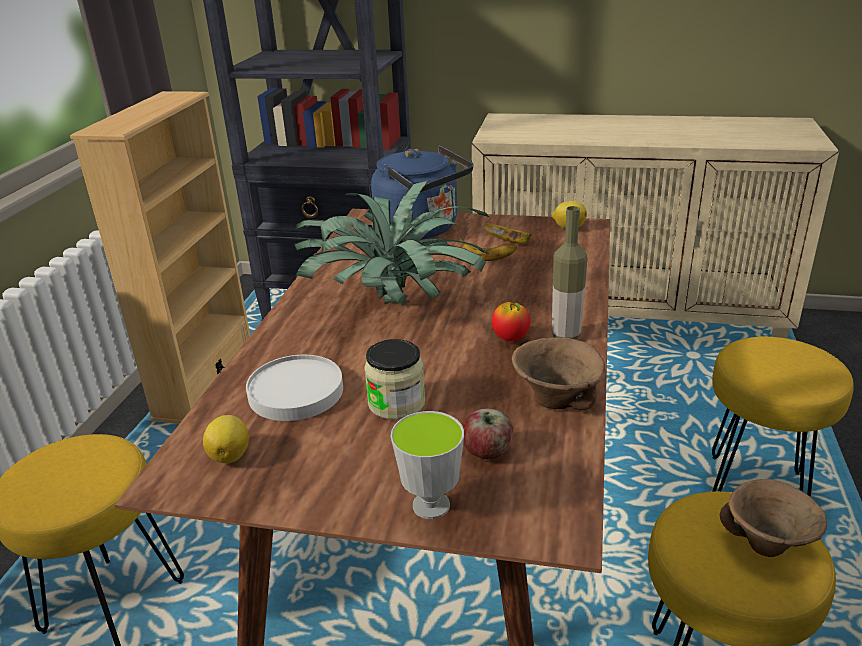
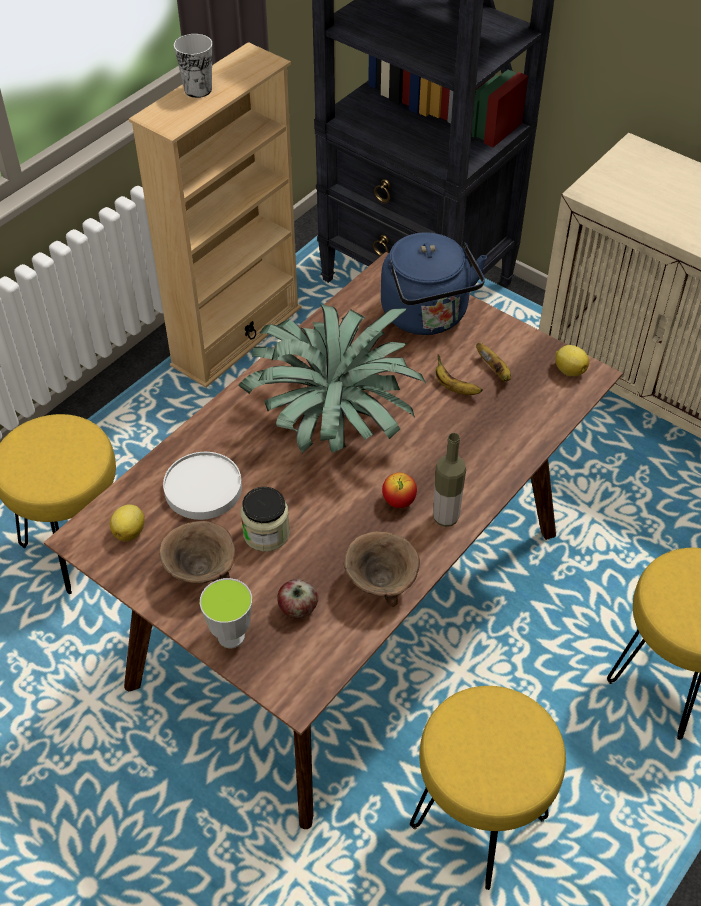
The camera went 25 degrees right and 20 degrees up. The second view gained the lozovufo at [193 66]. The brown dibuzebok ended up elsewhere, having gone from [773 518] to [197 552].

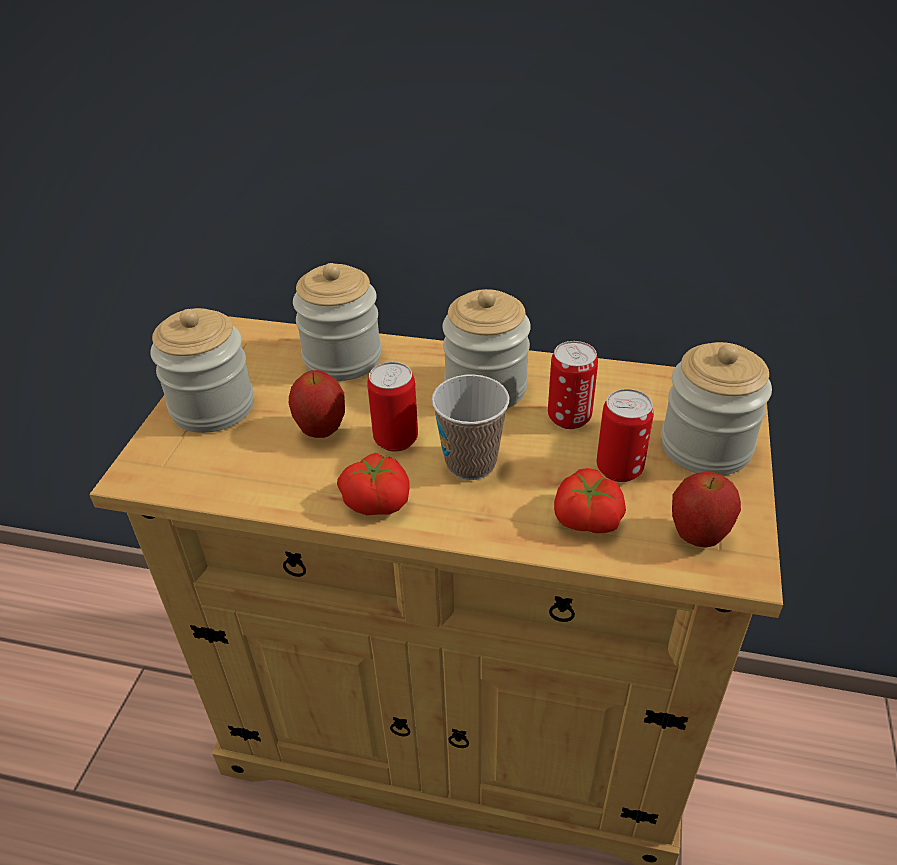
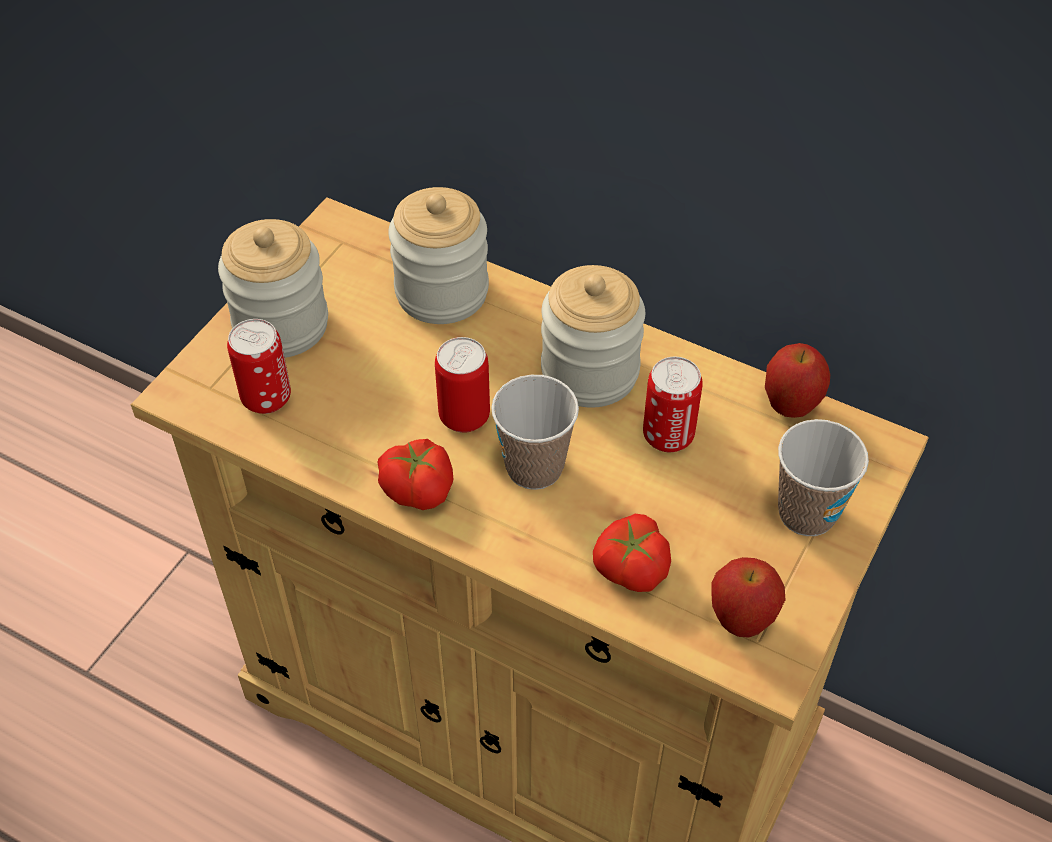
The camera went 15 degrees right and 10 degrees up. The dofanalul ended up elsewhere, having gone from [317 404] to [797 380]. The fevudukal ended up elsewhere, having gone from [625 435] to [259 366]. Where the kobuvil stood at [716 409], the lozovufo came to stand at [823 477].

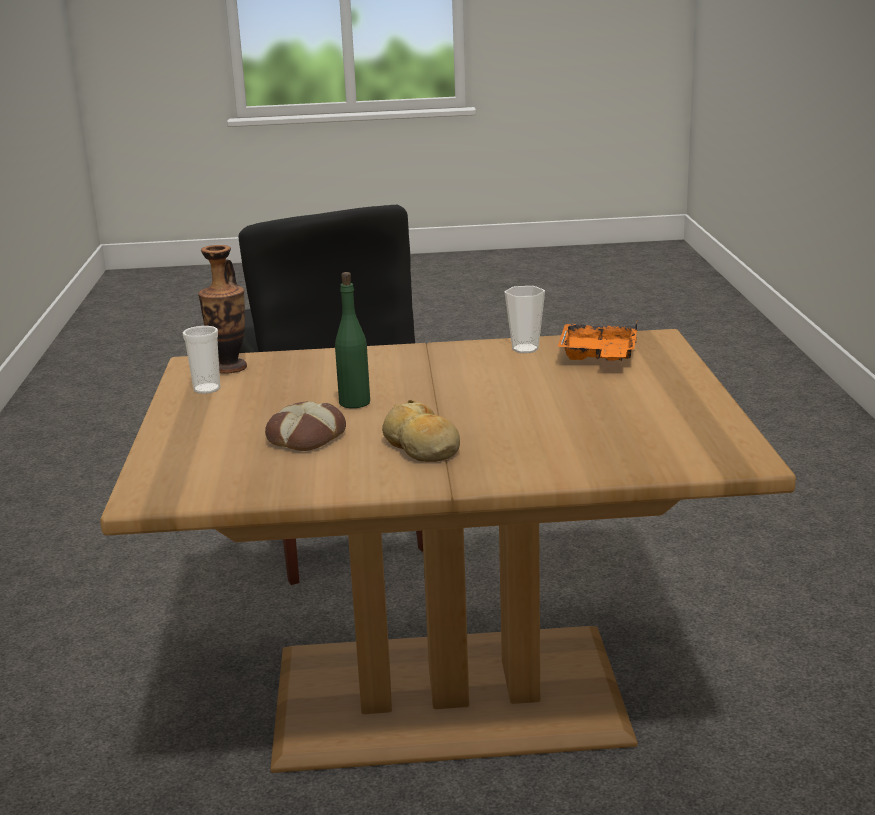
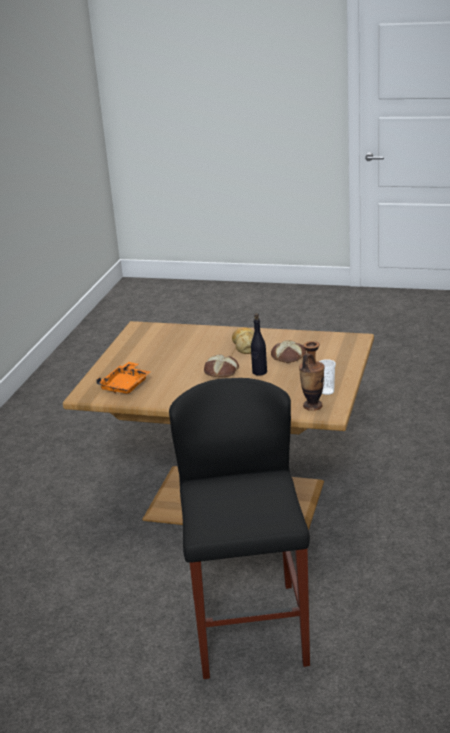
The camera went 160 degrees left and 5 degrees up. The second view lost the lozovufo at [525 319]. The second view gained the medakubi at [221 365]. What was the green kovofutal at [352 340] turned into the black kovofutal at [259 344].

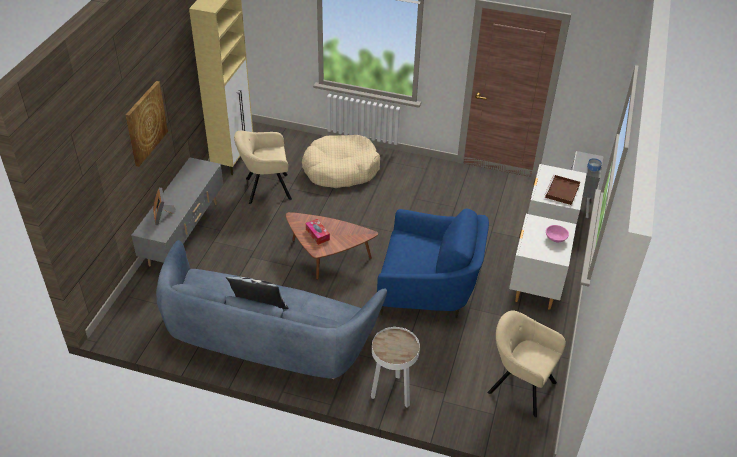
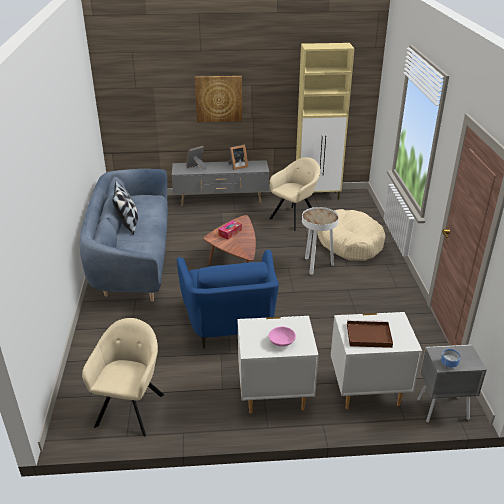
The camera went 70 degrees right and 10 degrees down. The second view gained the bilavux at [238 157]. The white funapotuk ended up elsewhere, having gone from [395 367] to [320 241]. The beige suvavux at [263 167] ended up facing another way, 75 degrees clockwise from before.

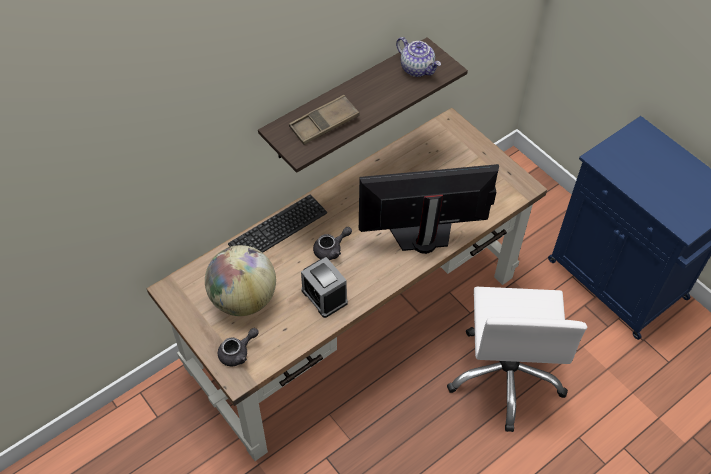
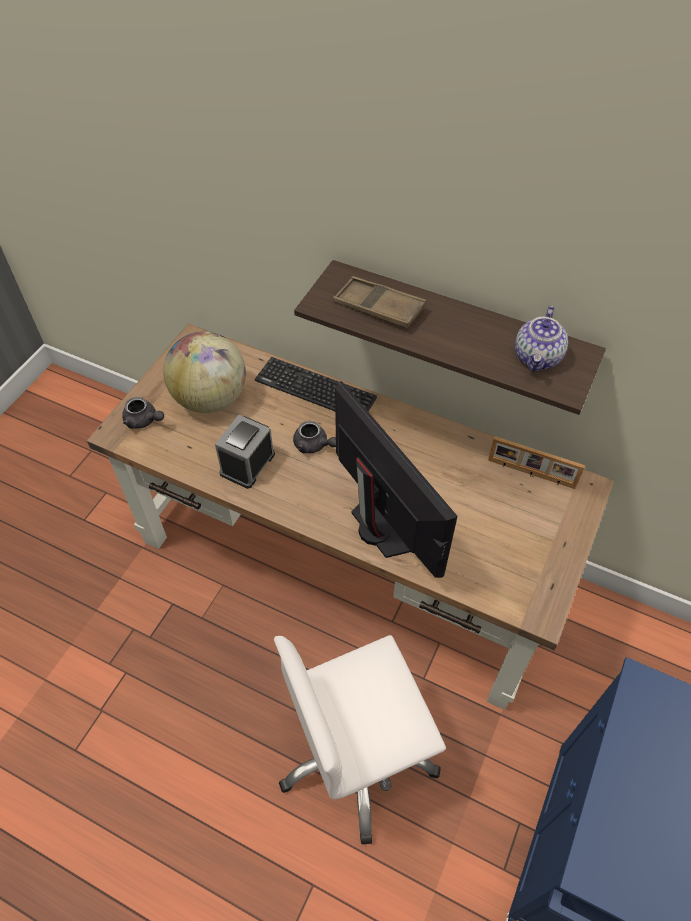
The camera went 65 degrees right and 0 degrees up. The second view gained the bilavux at [536 462].

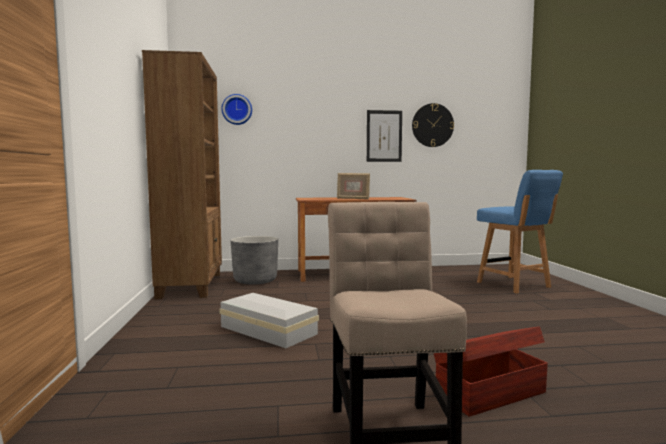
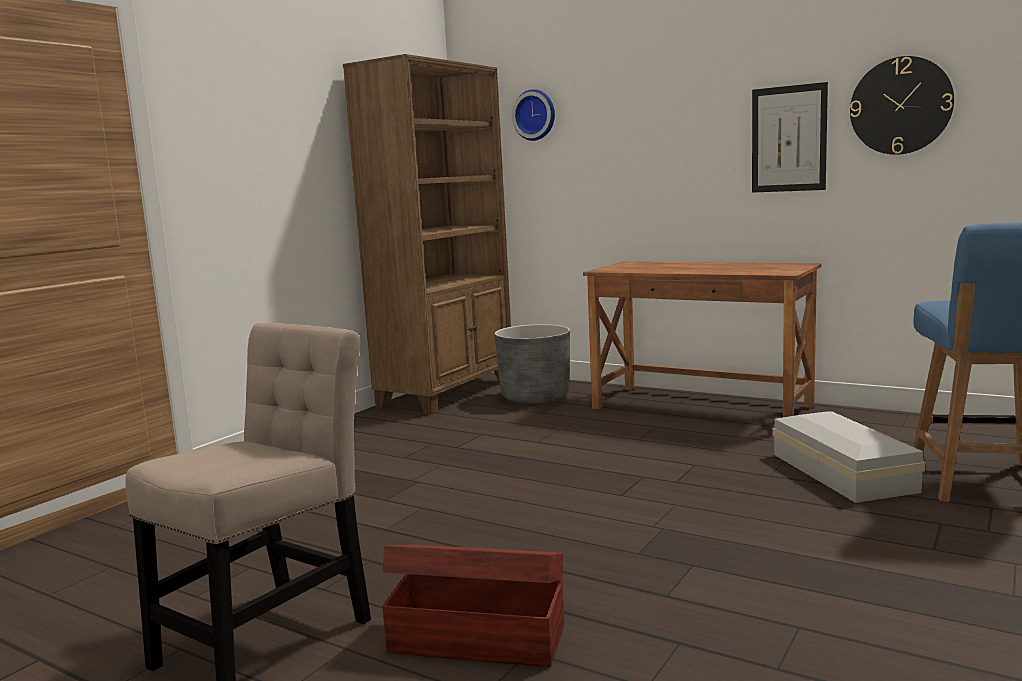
The camera went 40 degrees right and 5 degrees up. The second view lost the bilavux at [353 186]. The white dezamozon ended up elsewhere, having gone from [269 320] to [848 457].

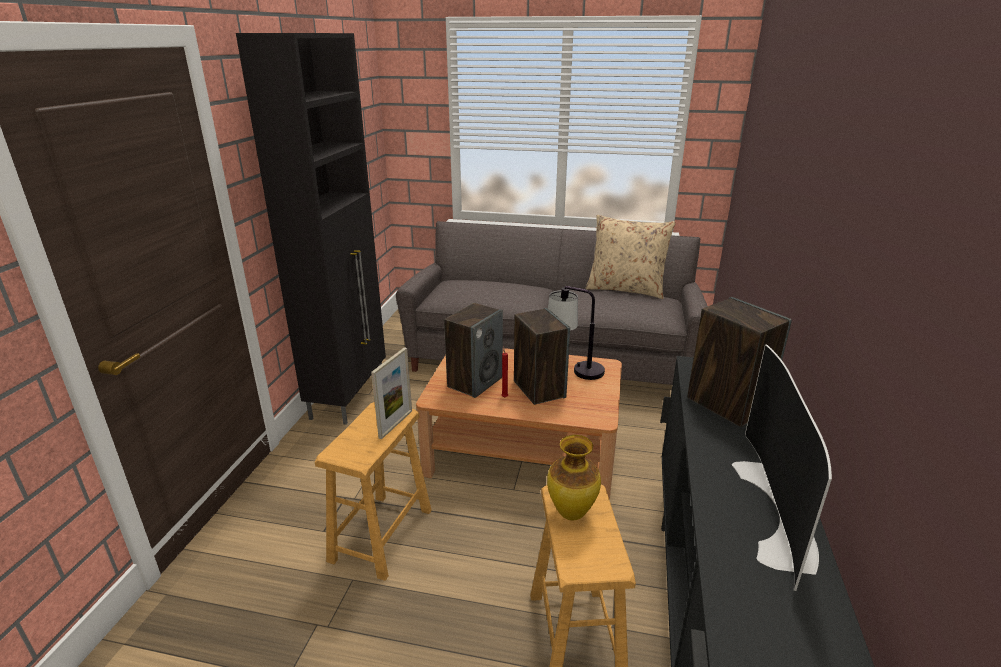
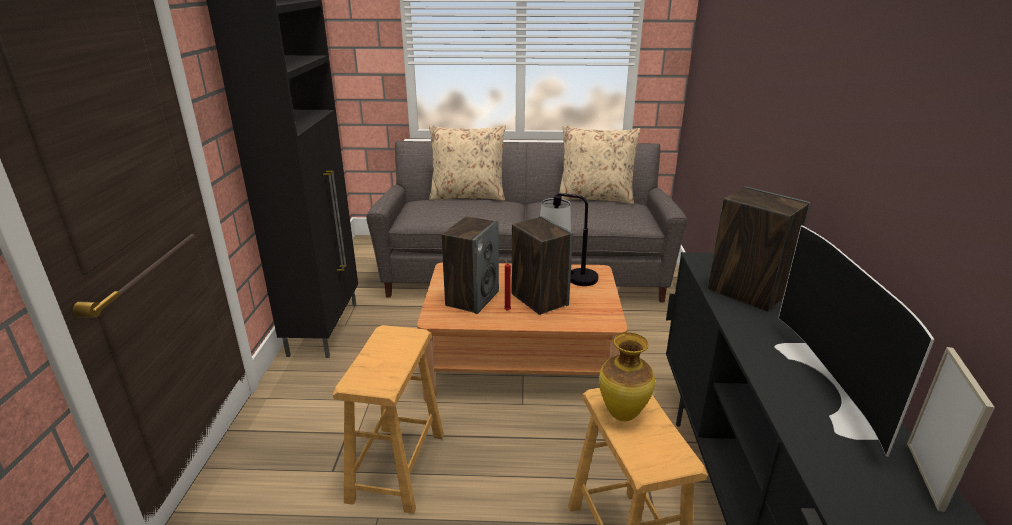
The camera went 10 degrees left and 0 degrees up. The second view gained the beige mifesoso at [467 163]. The bilavux ended up elsewhere, having gone from [391 393] to [951 429].

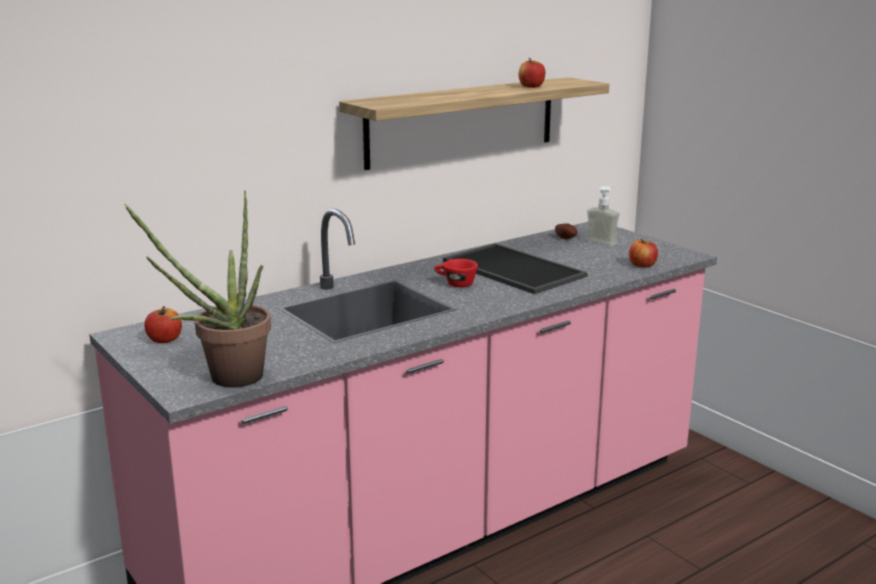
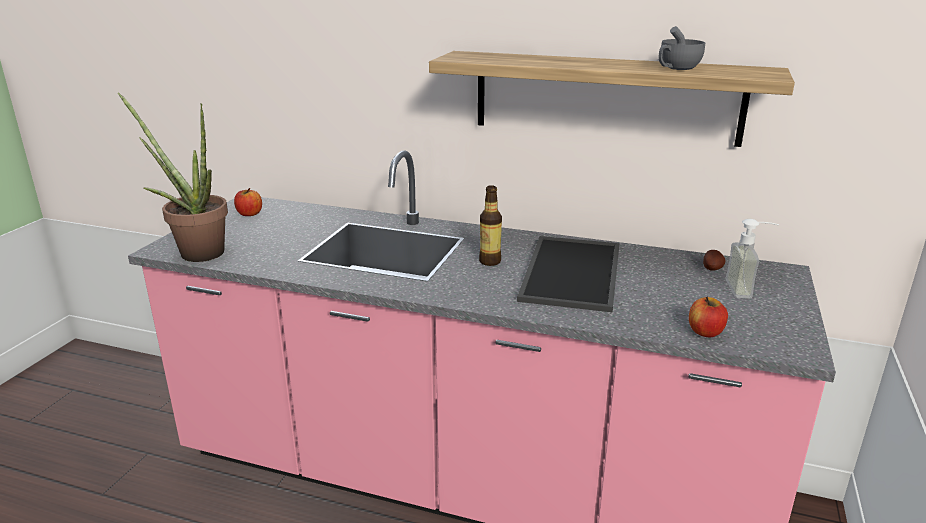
The camera went 55 degrees right and 5 degrees up. Where the red lozovufo stood at [456 273], the kovofutal came to stand at [490 225]. Where the dofanalul stood at [531 73], the grey lozovufo came to stand at [682 48].

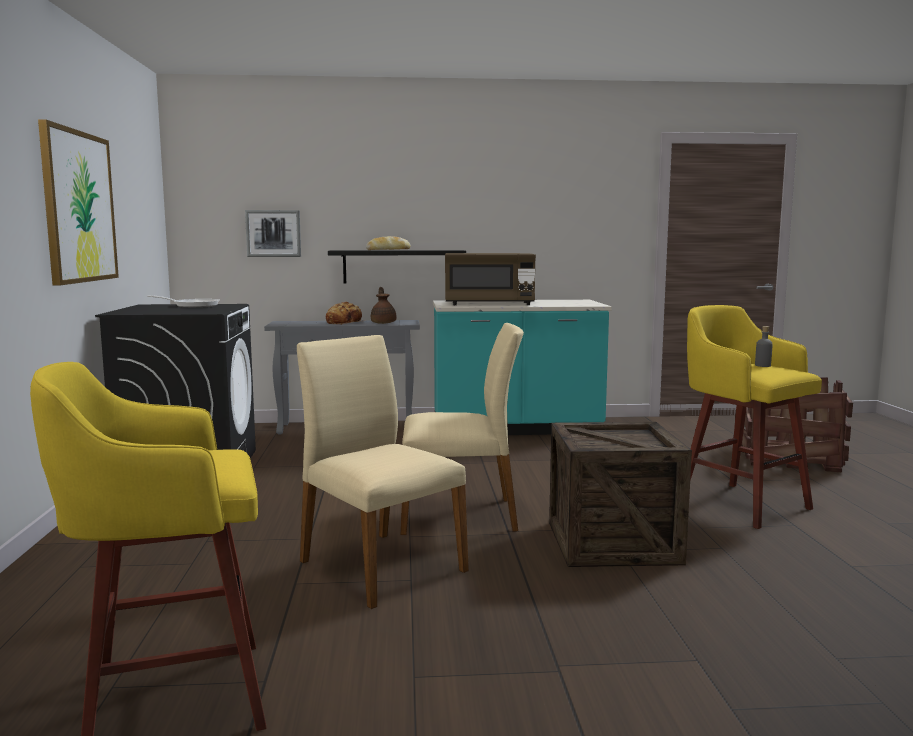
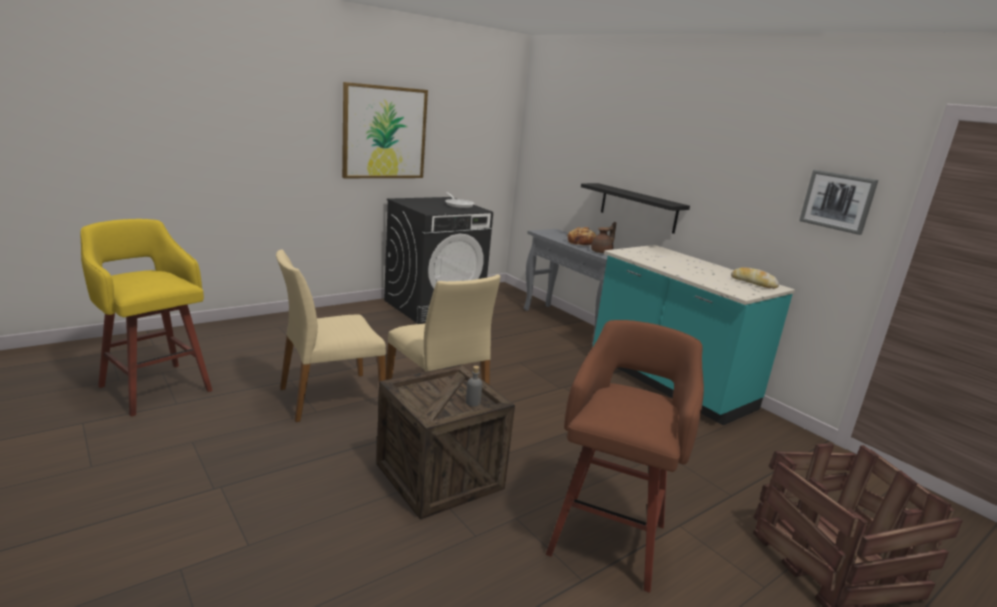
The camera went 55 degrees right and 10 degrees up. The second view lost the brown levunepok at [490 279]. The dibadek ended up elsewhere, having gone from [273 233] to [838 202]. The medakubi ended up elsewhere, having gone from [388 243] to [755 278]. The grey kovofutal ended up elsewhere, having gone from [764 346] to [474 386]. What was the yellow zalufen at [754 417] turned into the brown zalufen at [625 456]. The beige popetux at [383 472] ended up facing another way, 135 degrees counterclockwise from before.

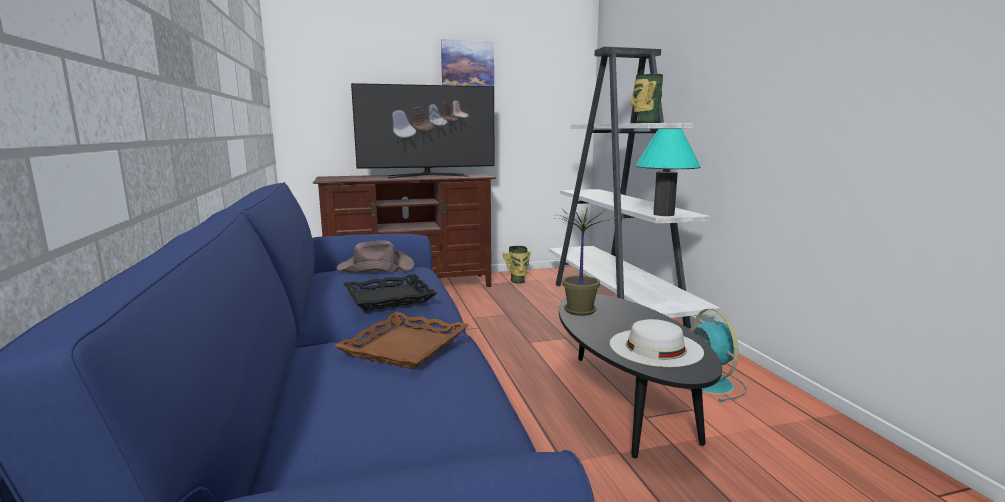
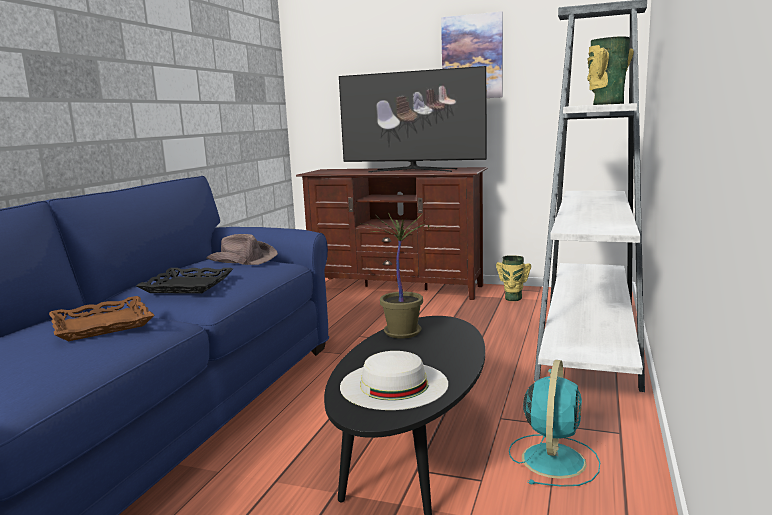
The camera went 35 degrees right and 0 degrees up. The second view lost the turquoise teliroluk at [668 172].

